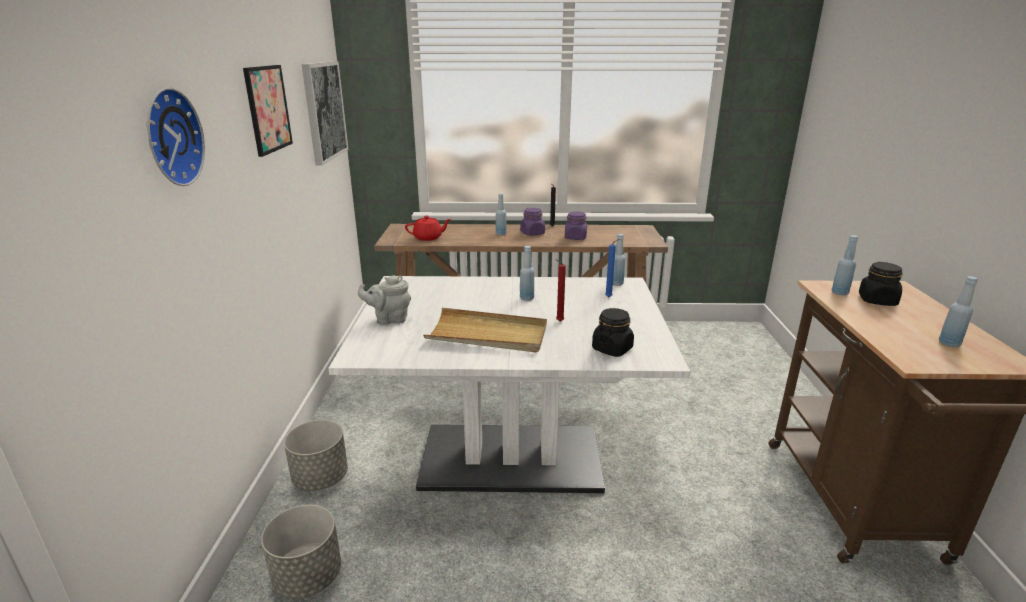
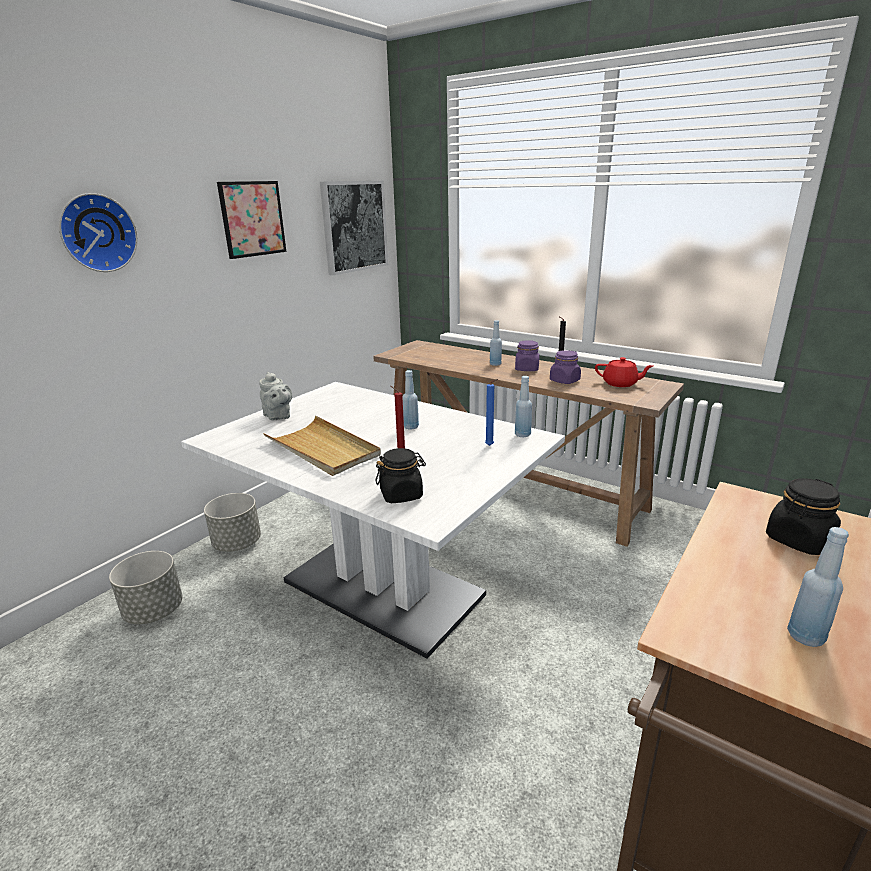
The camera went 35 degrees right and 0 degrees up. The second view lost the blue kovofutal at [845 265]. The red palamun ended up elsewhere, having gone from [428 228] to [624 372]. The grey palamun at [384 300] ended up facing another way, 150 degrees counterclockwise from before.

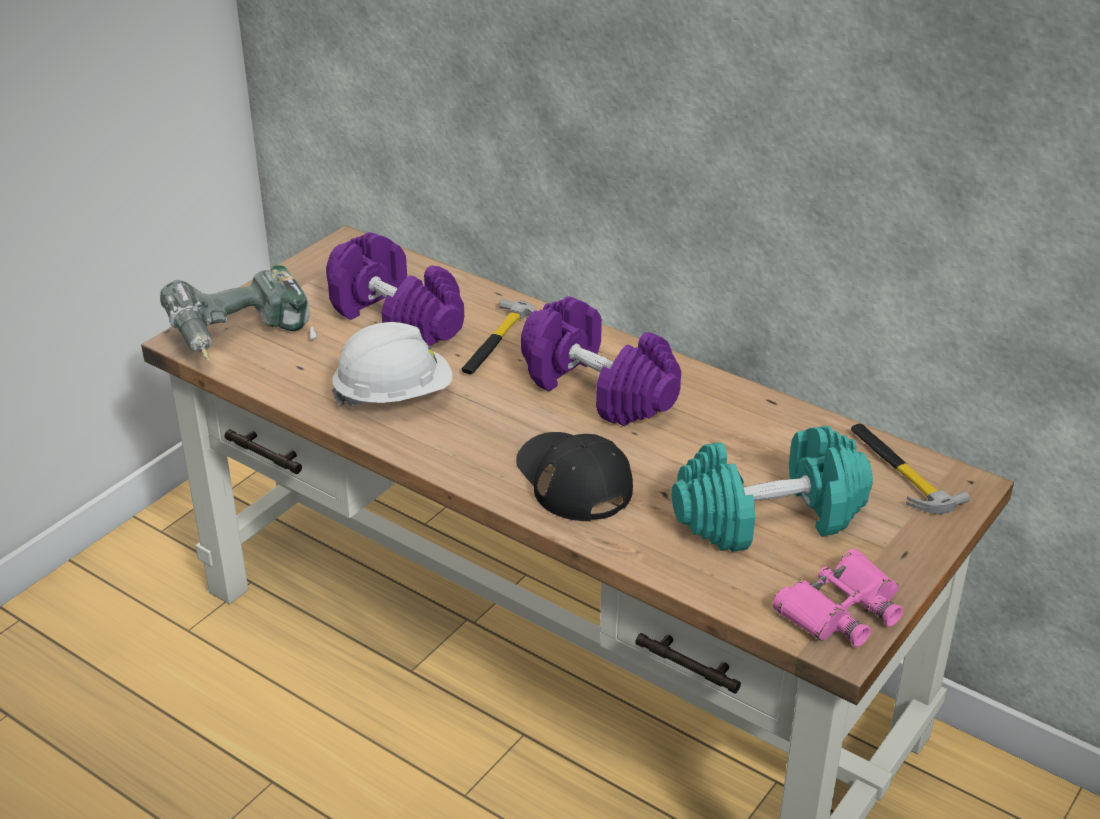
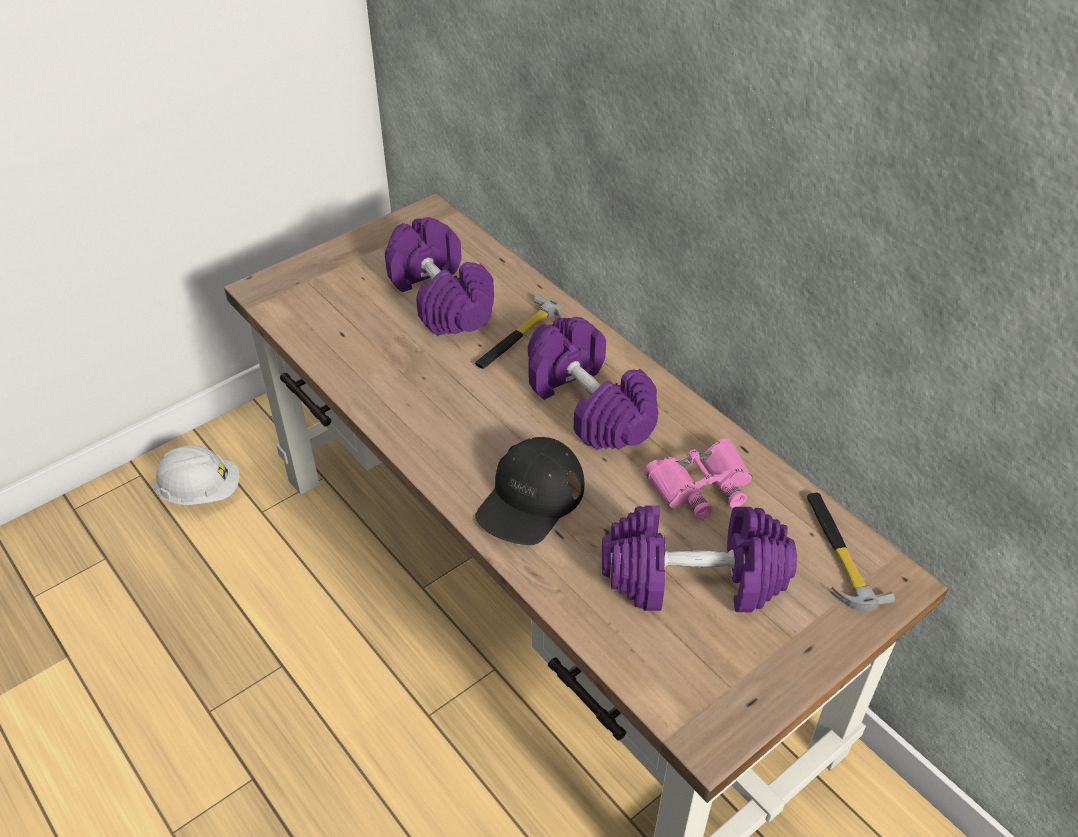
The camera went 15 degrees right and 10 degrees up. The second view lost the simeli at [238 313]. The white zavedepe ended up elsewhere, having gone from [392 364] to [197 475]. The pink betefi ended up elsewhere, having gone from [838 598] to [698 478]. What was the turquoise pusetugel at [772 489] turned into the purple pusetugel at [699 558]. The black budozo at [574 476] ended up facing another way, 135 degrees counterclockwise from before.

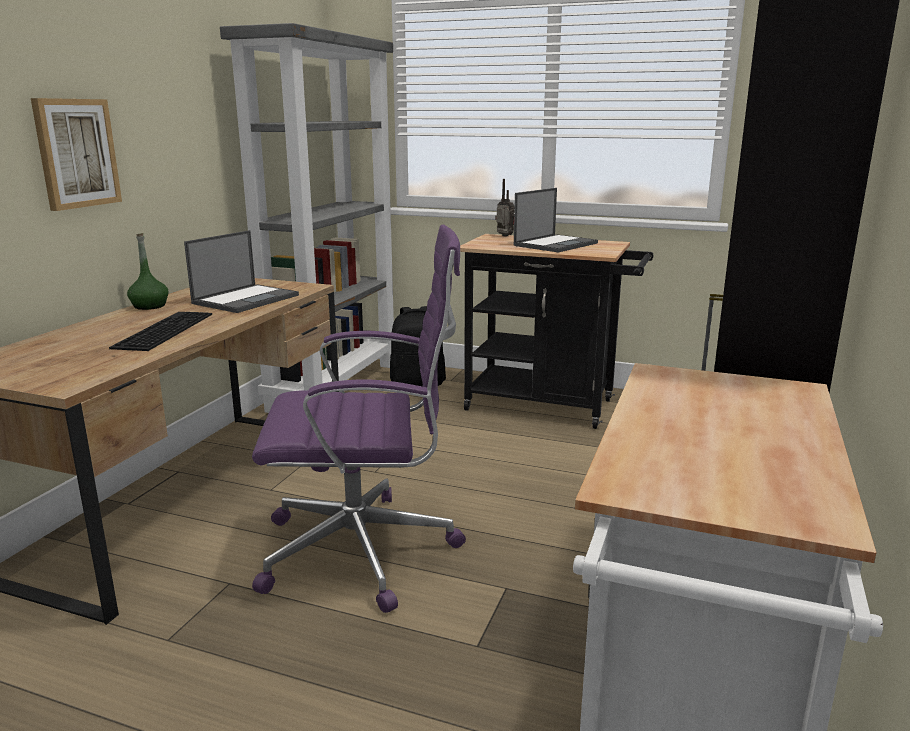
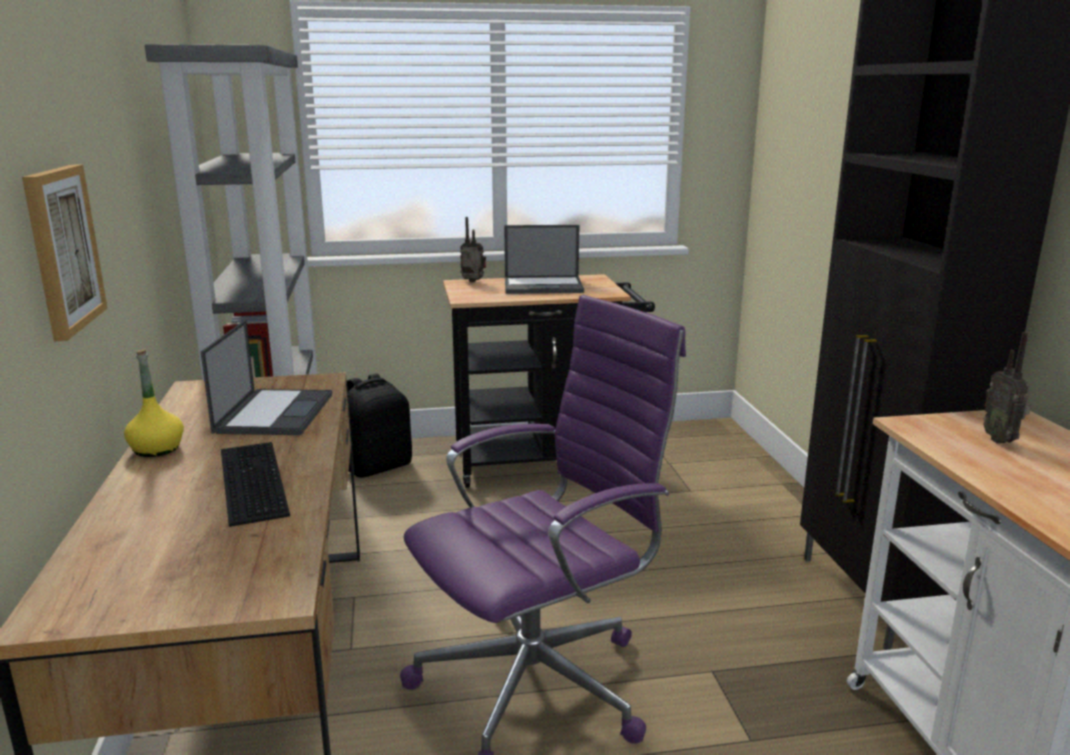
The camera went 30 degrees left and 0 degrees up. The second view gained the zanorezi at [1007 387]. What was the green kovofutal at [148 271] turned into the yellow kovofutal at [154 403]. The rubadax at [556 220] ended up facing another way, 75 degrees clockwise from before.

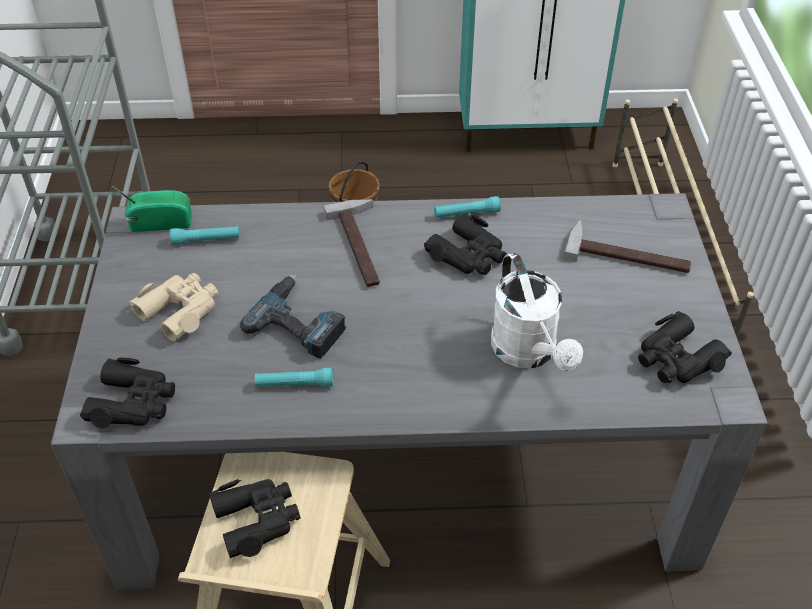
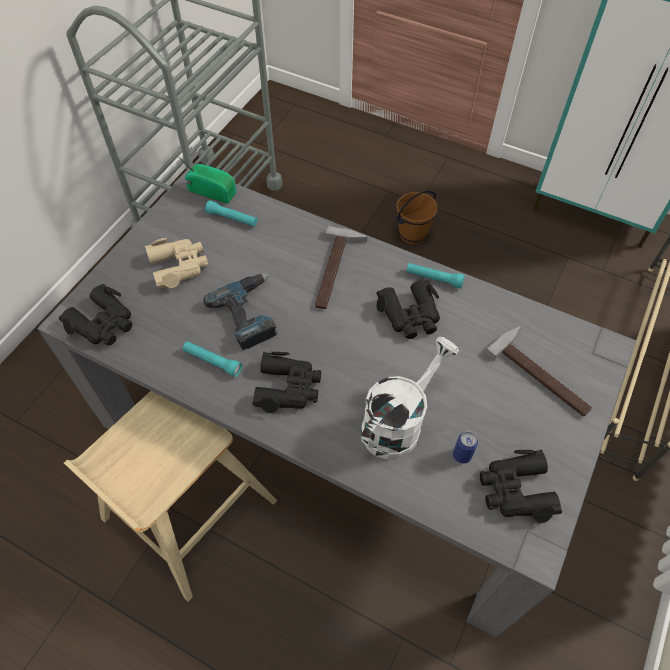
The camera went 30 degrees right and 10 degrees up. The second view gained the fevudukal at [465 447]. The black betefi ended up elsewhere, having gone from [254 518] to [286 382]. The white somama at [537 312] ended up facing another way, 150 degrees counterclockwise from before.

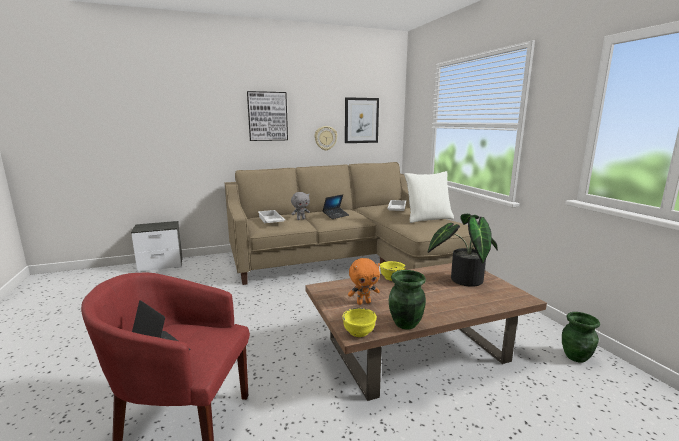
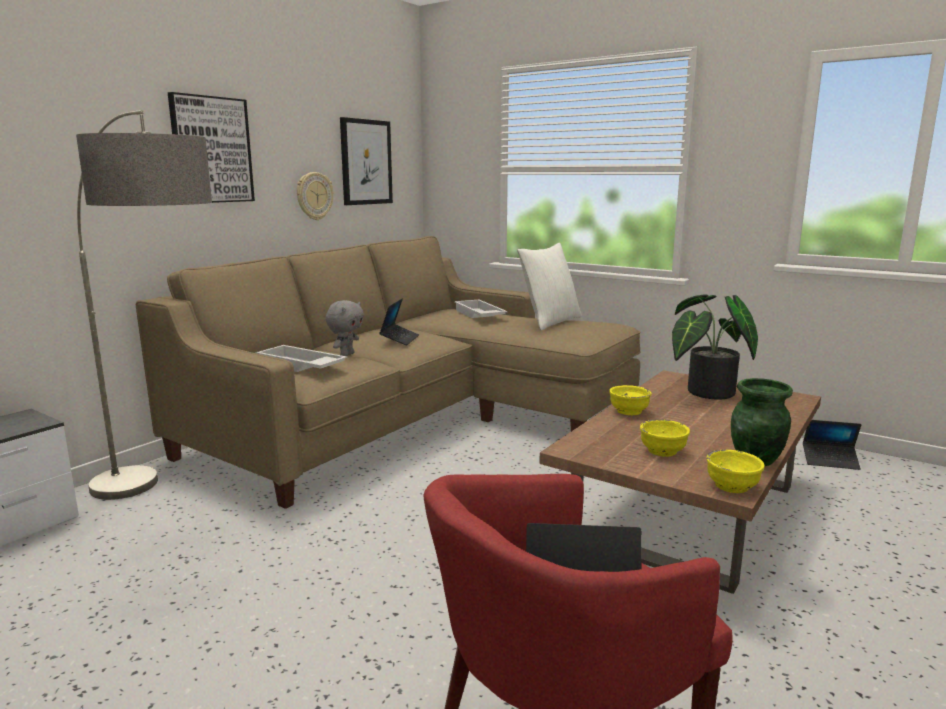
The camera went 35 degrees left and 0 degrees up. The second view gained the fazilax at [144 305]. Where the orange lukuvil stood at [364 281], the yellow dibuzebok came to stand at [665 438]. Where the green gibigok stood at [581 337], the rubadax came to stand at [832 445].

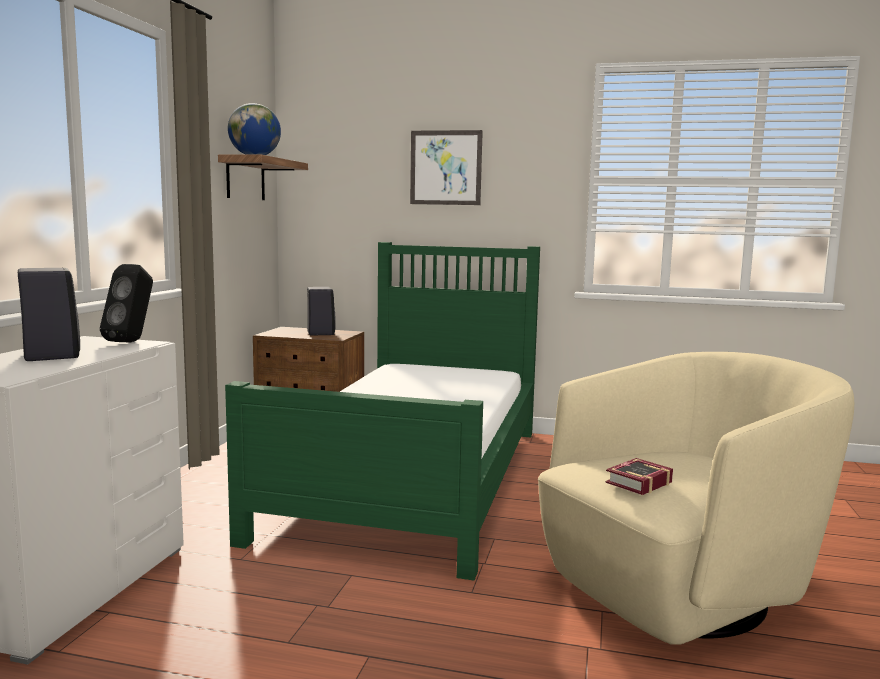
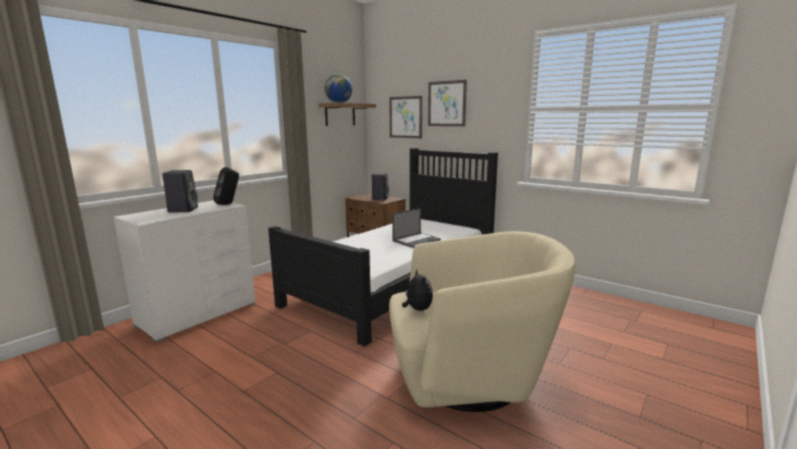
The camera went 25 degrees right and 5 degrees up. The second view gained the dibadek at [405 117]. The second view gained the rubadax at [416 228]. Where the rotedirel stood at [639 476], the lukuvil came to stand at [417 290]. What was the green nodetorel at [382 411] turned into the black nodetorel at [383 247].

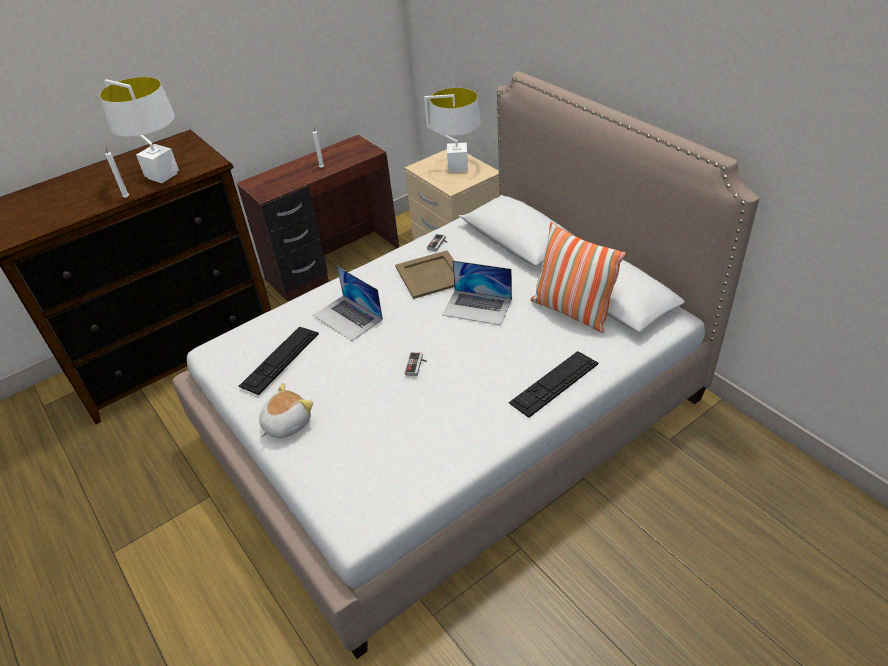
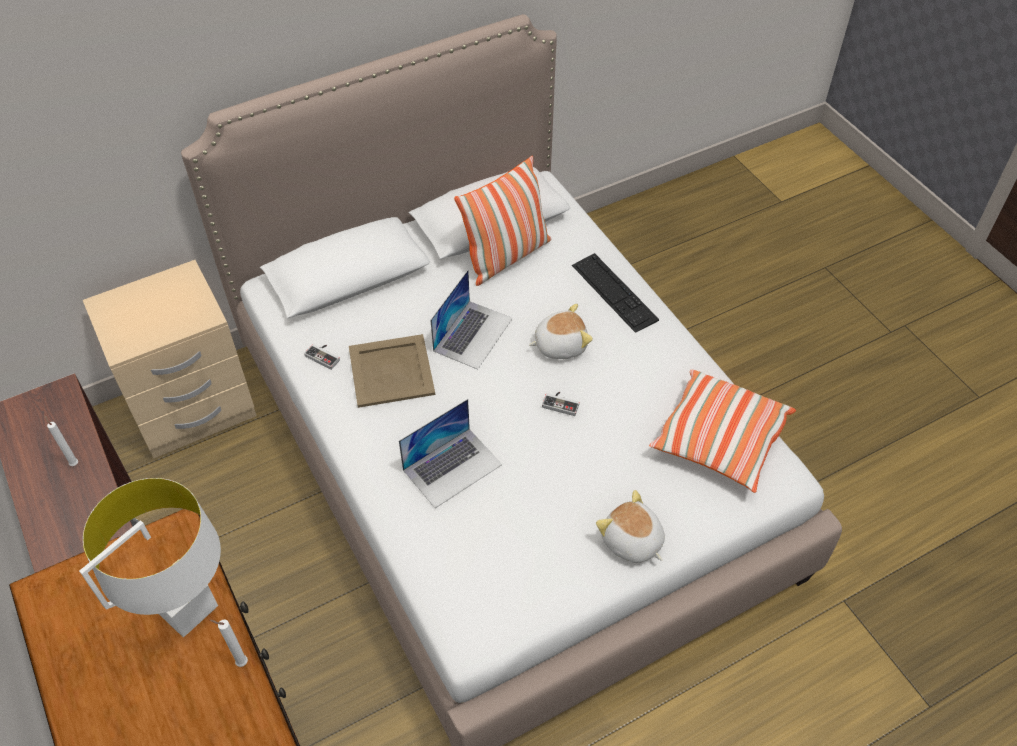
The camera went 85 degrees left and 10 degrees up. The second view lost the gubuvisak at [278 361]. The second view lost the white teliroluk at [452 130]. The second view gained the lukuvil at [561 331]. The second view gained the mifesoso at [722 431].

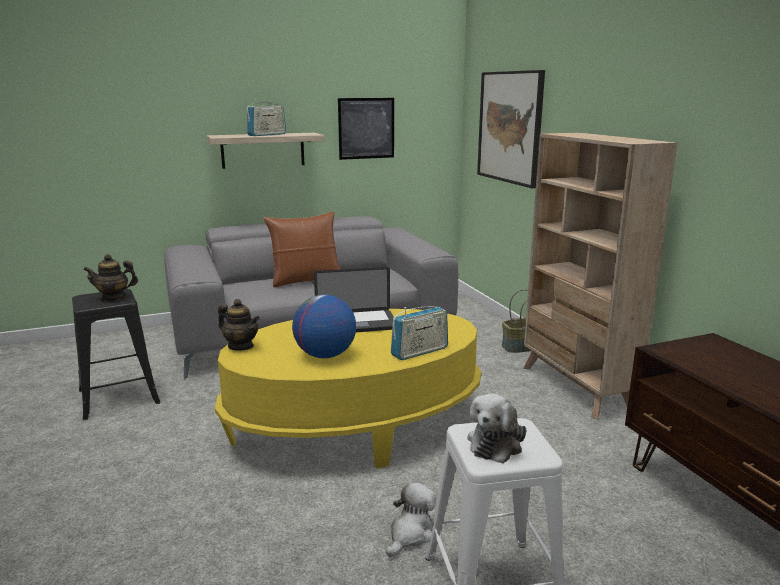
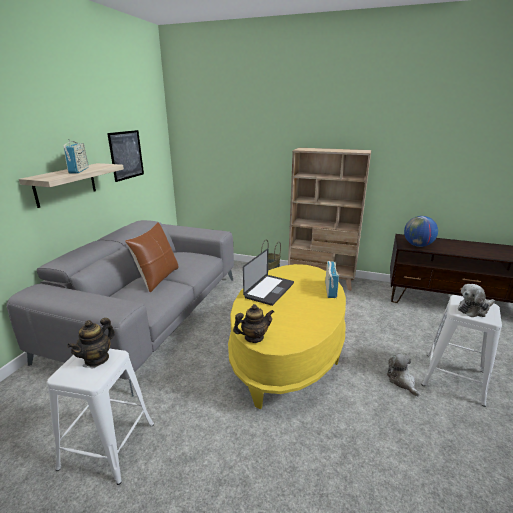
The camera went 50 degrees left and 5 degrees up. The second view lost the dibadek at [511 129]. The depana ended up elsewhere, having gone from [324 326] to [421 231]. What was the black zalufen at [116 354] turned into the white zalufen at [100 417]. The lukuvil at [497 429] ended up facing another way, 90 degrees clockwise from before.

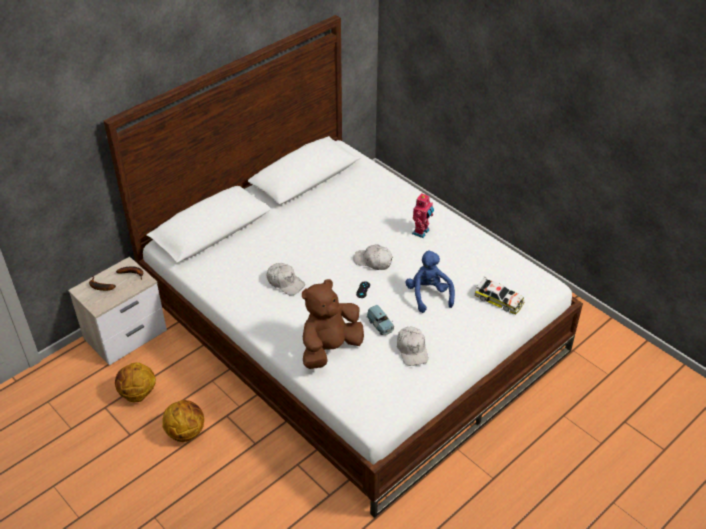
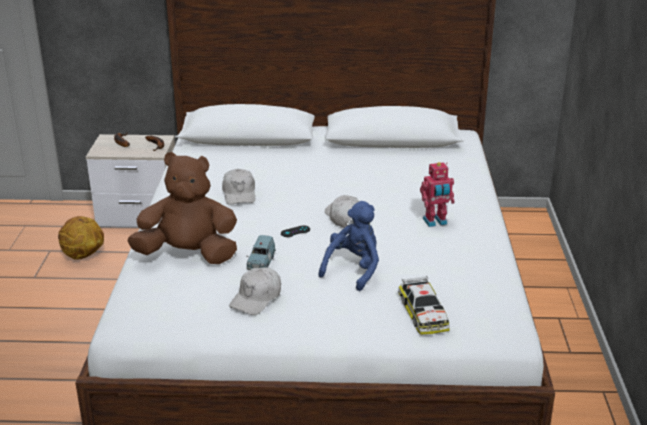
The camera went 45 degrees right and 15 degrees down. The second view lost the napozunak at [183 421].

